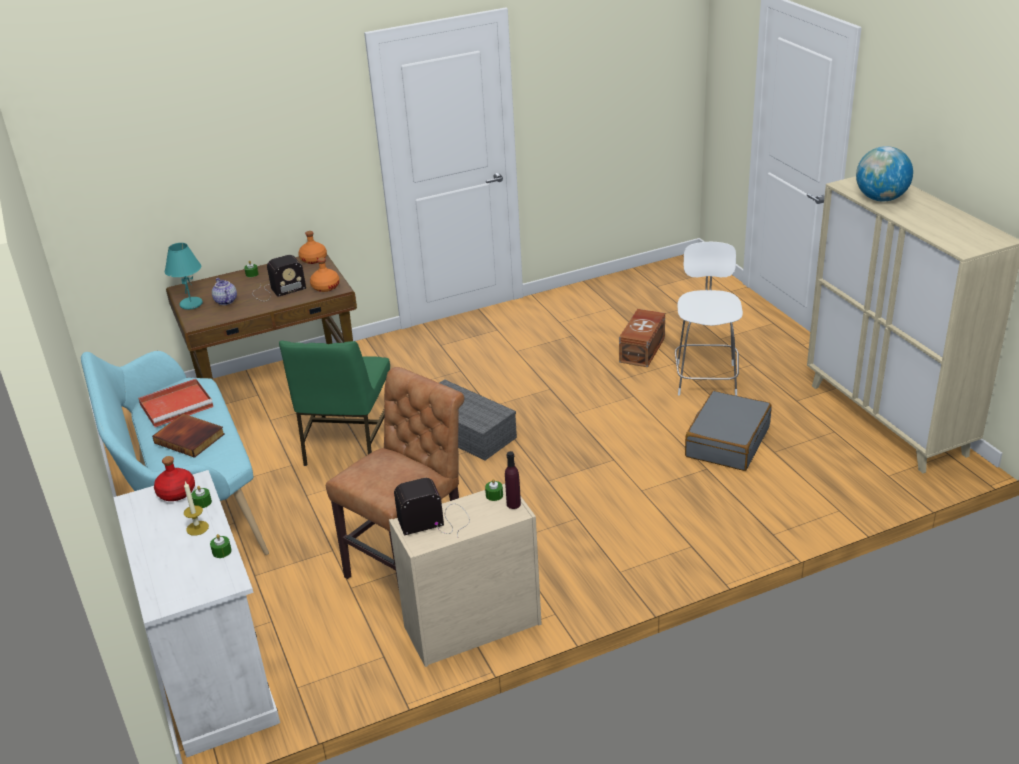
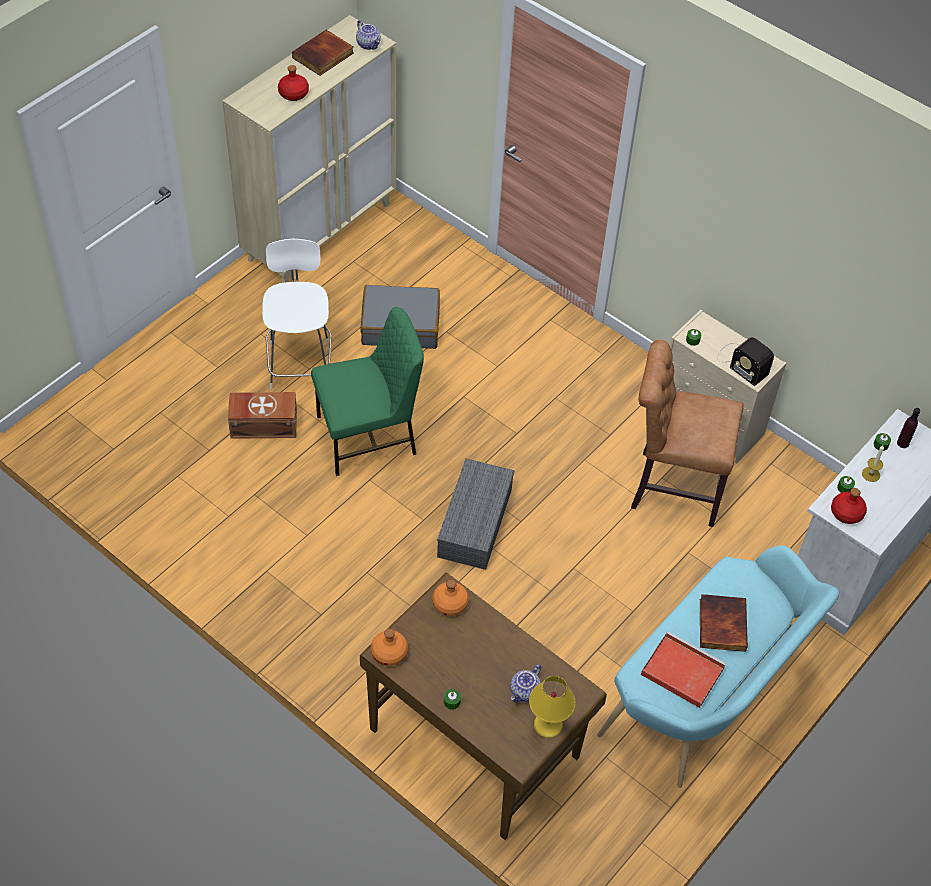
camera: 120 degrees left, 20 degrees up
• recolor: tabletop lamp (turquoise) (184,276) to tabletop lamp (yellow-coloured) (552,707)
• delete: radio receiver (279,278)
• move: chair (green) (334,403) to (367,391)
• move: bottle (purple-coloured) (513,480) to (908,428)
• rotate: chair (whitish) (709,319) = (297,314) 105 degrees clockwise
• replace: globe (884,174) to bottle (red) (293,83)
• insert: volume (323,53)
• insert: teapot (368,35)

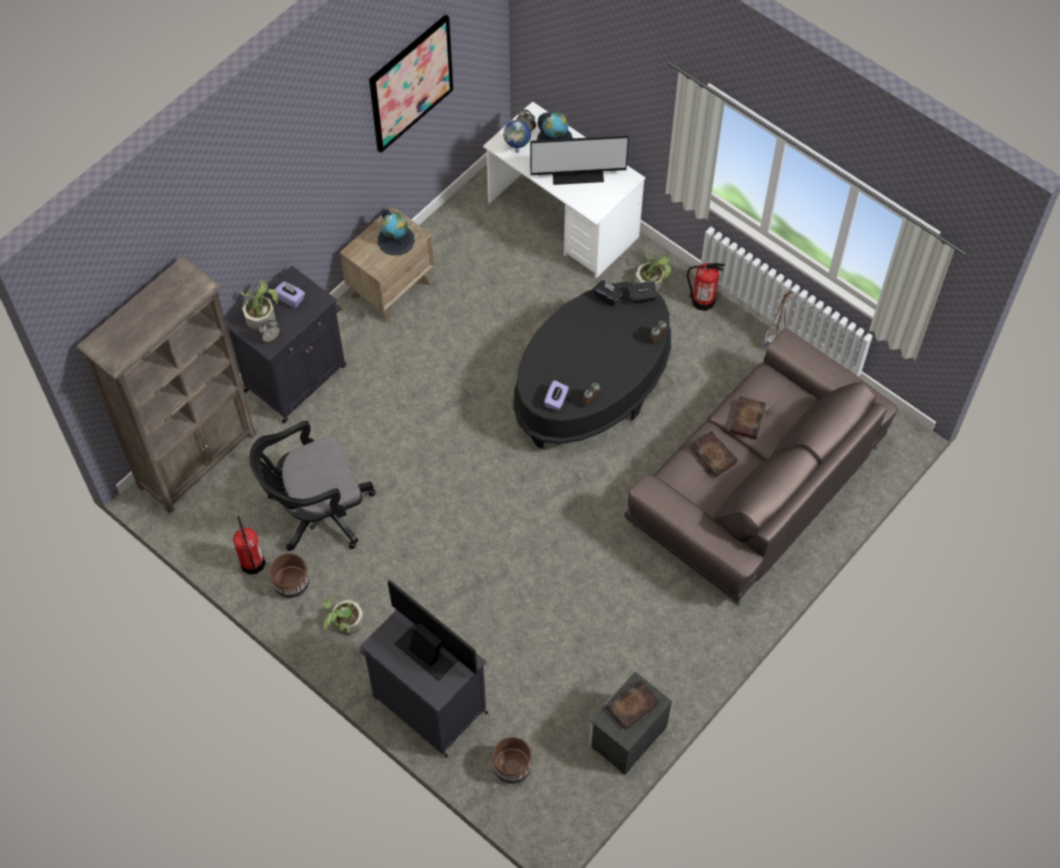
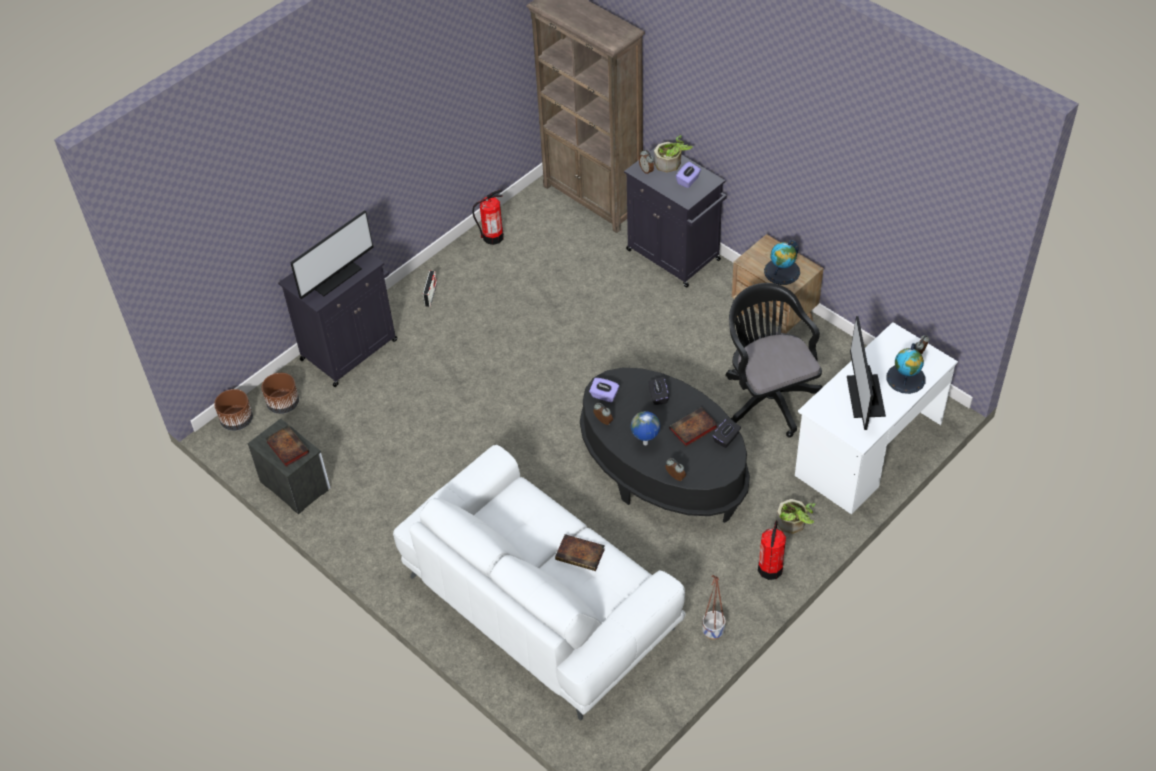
camera: 95 degrees right, 10 degrees down
• move: computer chair (black-coloured) (312,486) to (773,360)
• move: flower pot (brownish) (289,575) to (233,410)
• replace: plant in a pot (343,615) to radio receiver (429,289)
• delete: picture (411,83)
• move: globe (517,136) to (645,428)
• recolor: settee (brownish) (761,467) to settee (whitish) (539,583)
• move: tissue box (black-coloured) (642,292) to (658,390)
• move: volume (714,454) to (693,427)

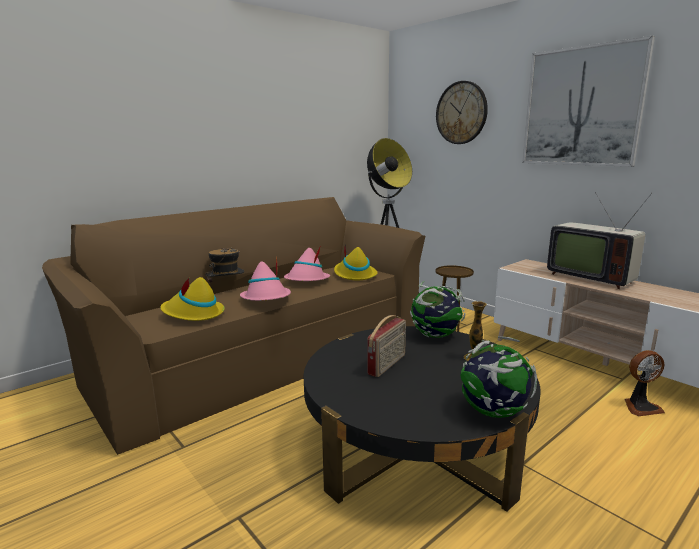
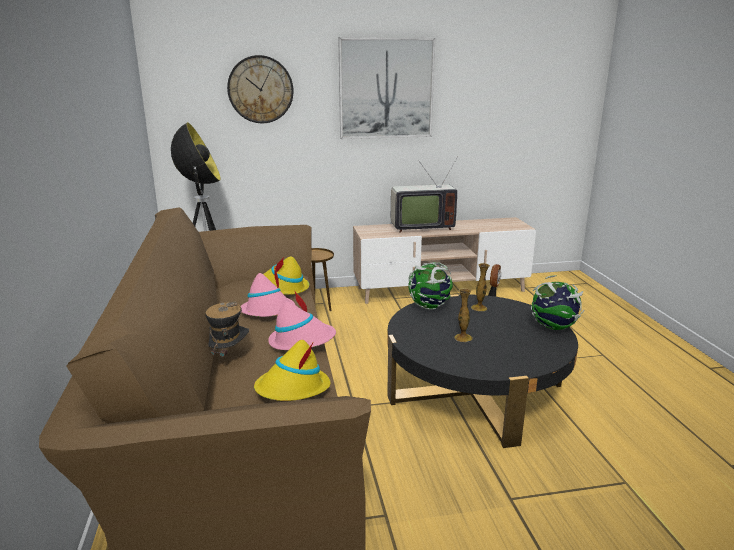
camera: 60 degrees left, 5 degrees up
• replace: radio receiver (386,346) to flower vase (463,315)

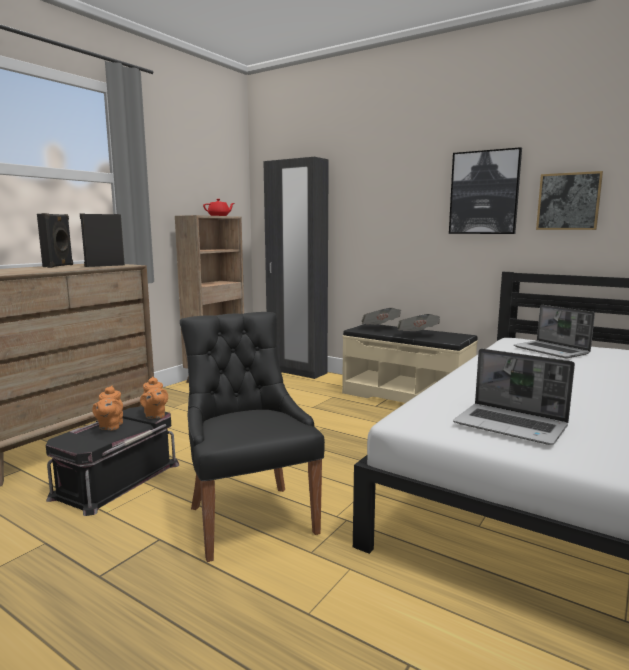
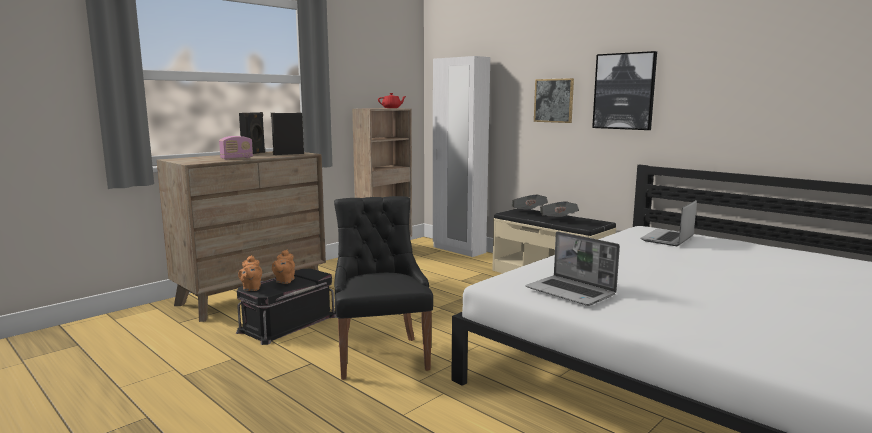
camera: 10 degrees right, 0 degrees up
• move: teapot (orangey) (154,398) to (250,273)
• recolor: wardrobe (black-coloured) (296,268) to wardrobe (whitish) (461,156)
• rotate: notebook computer (554,331) = (668,223) 60 degrees clockwise
• move: picture (569,200) to (554,100)
• insert: radio receiver (236,148)

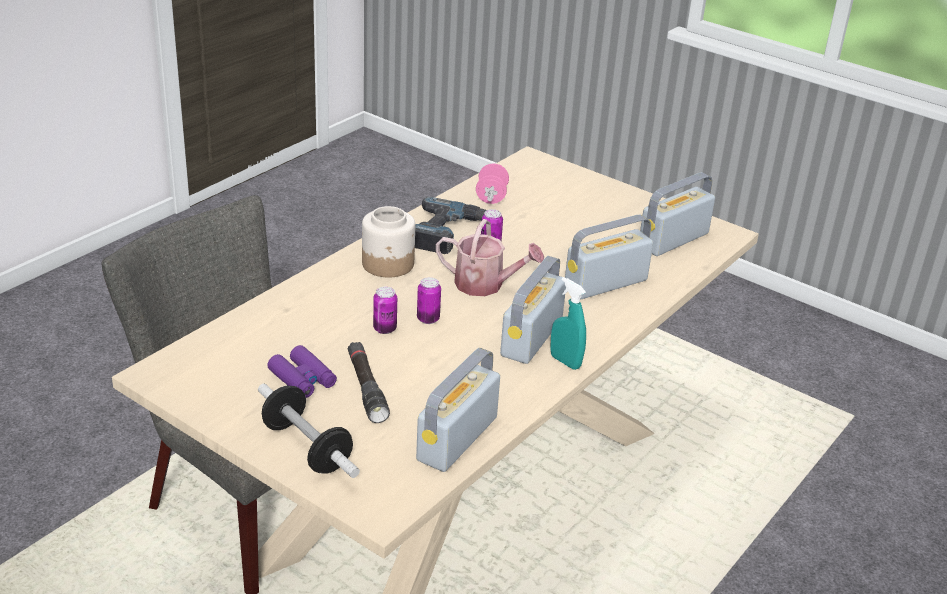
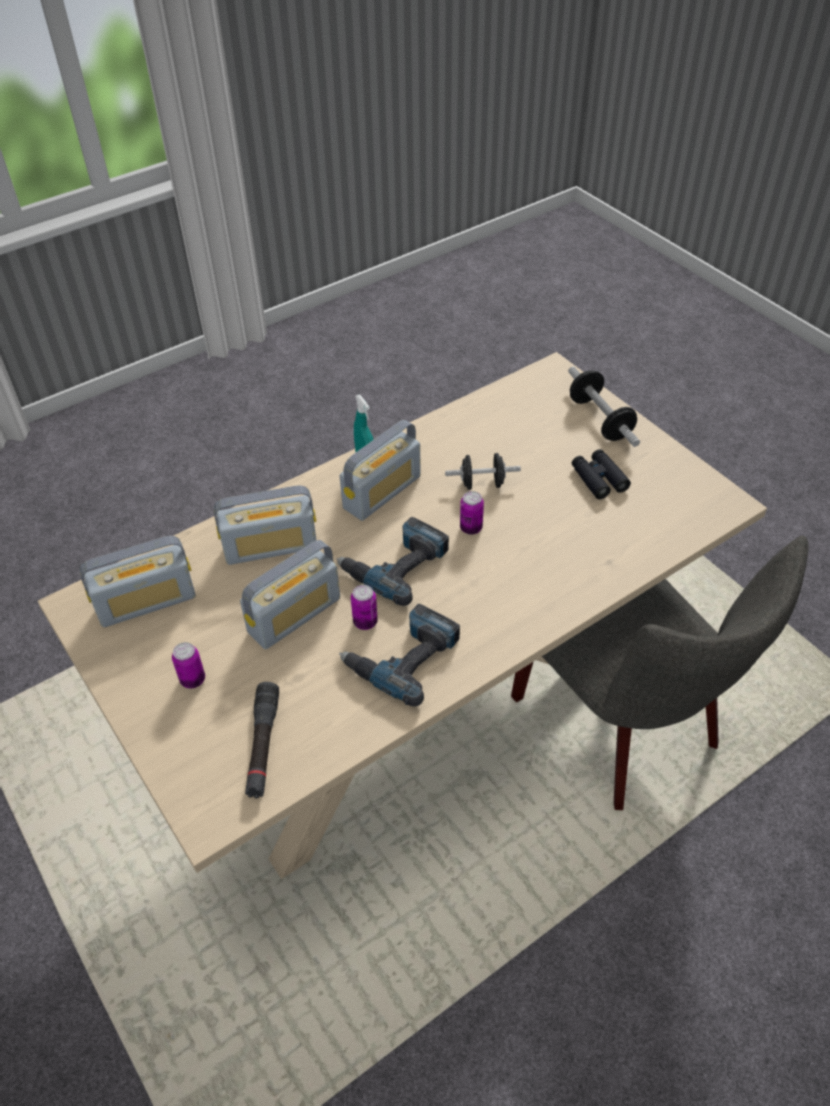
camera: 160 degrees left, 15 degrees up
• recolor: field glasses (purple-coloured) (302,371) to field glasses (black-coloured) (601,474)
• move: flashlight (black-coloured) (369,382) to (262,740)
• delete: storage jar (388,242)
• move: can (385,310) to (188,665)
• move: radio receiver (458,410) to (290,594)
• replace: watering pot (490,257) to power drill (392,561)
• delete: free weight (pink) (492,184)
• insert: free weight (black-coloured) (483,471)

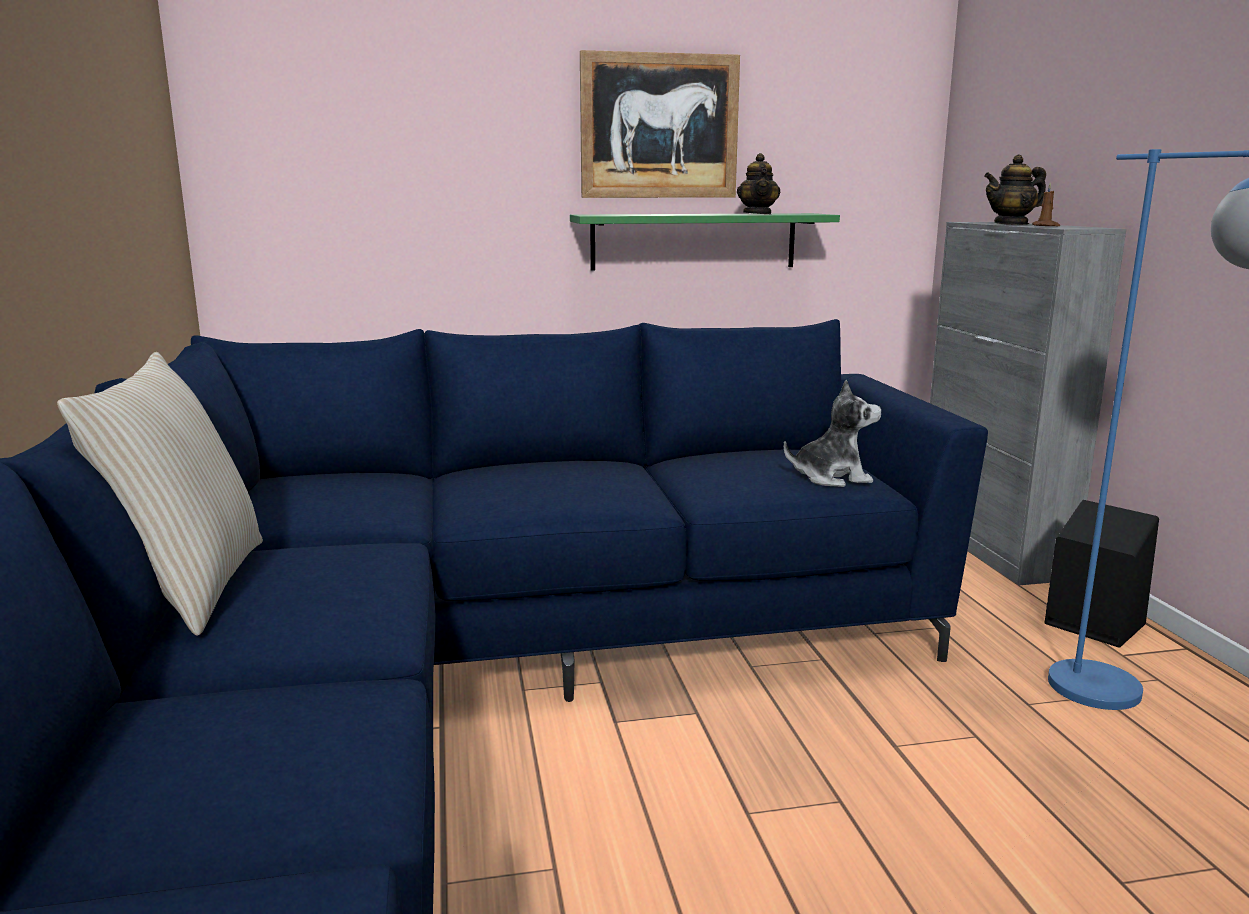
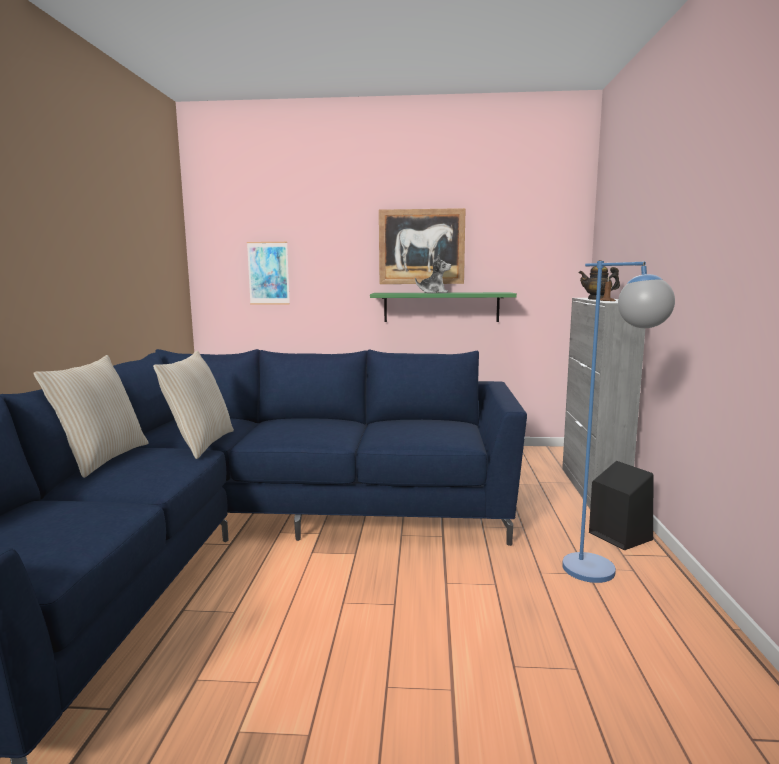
camera: 15 degrees right, 5 degrees down
• delete: teapot (758,183)
• move: plush toy (832,433) to (433,274)
• insert: throw pillow (beige-coloured) (193,405)
• insert: picture (268,273)

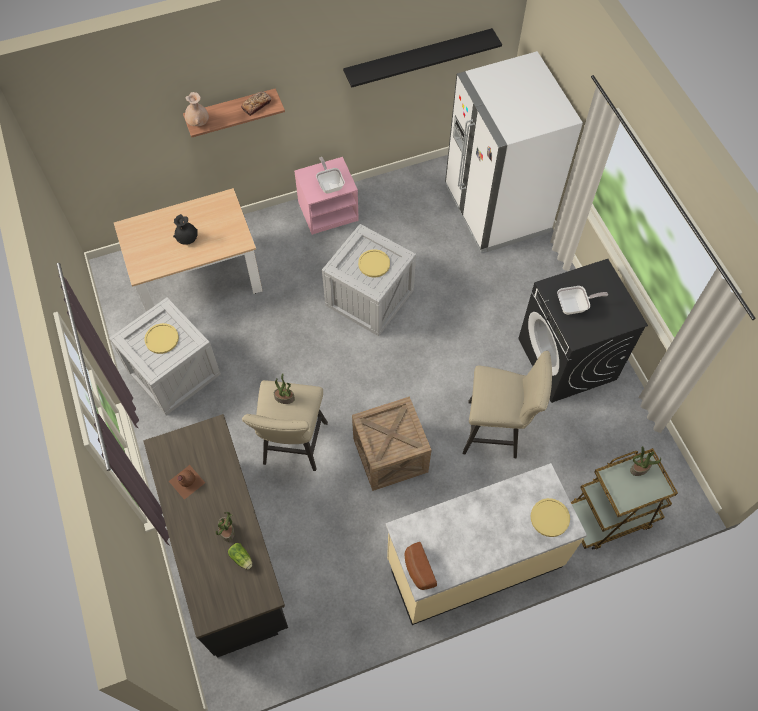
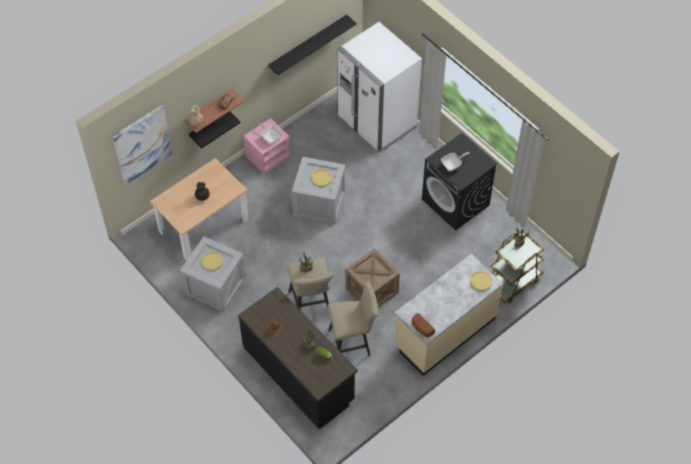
camera: 20 degrees left, 5 degrees down
• move: stool seat (beige-coloured) (507,404) to (352,318)
• insert: picture (142,145)
• insert: bracket shelf (black-coloured) (214,129)

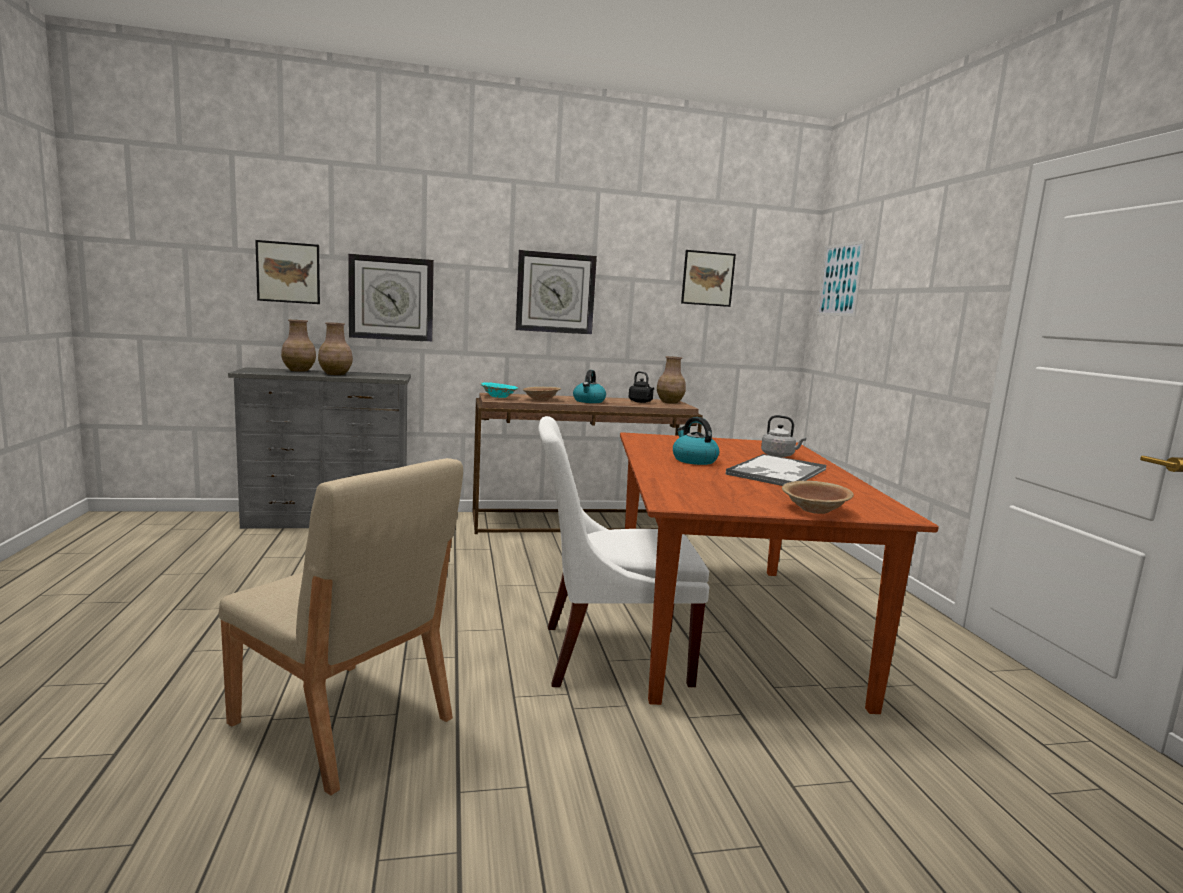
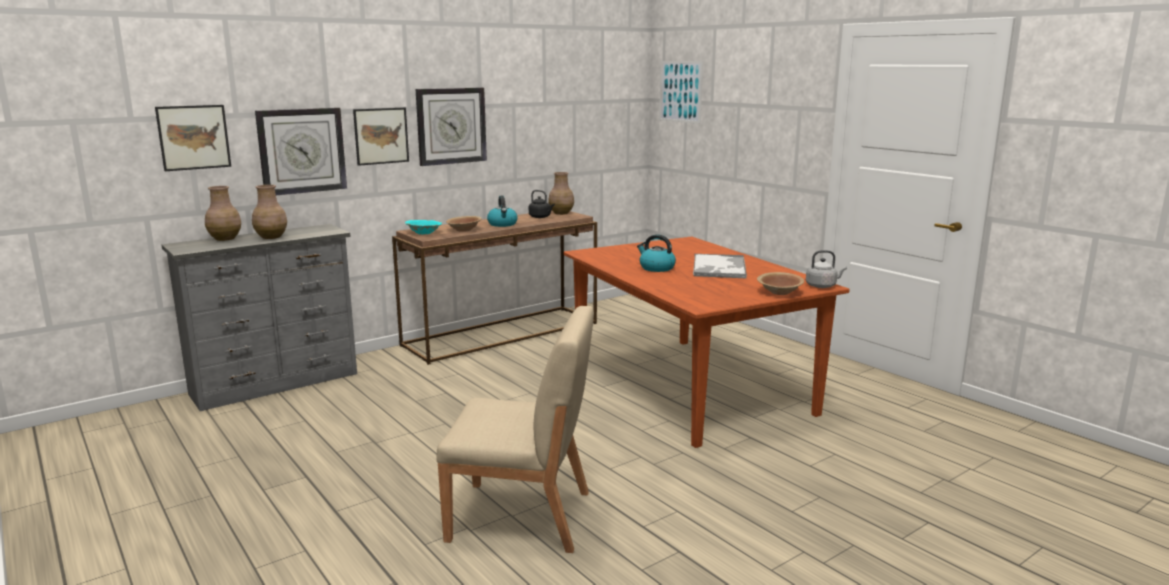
camera: 25 degrees left, 5 degrees up
• delete: chair (whitish) (624,551)
• move: picture (708,278) to (381,137)
• move: tea kettle (greyish) (783,436) to (826,269)

